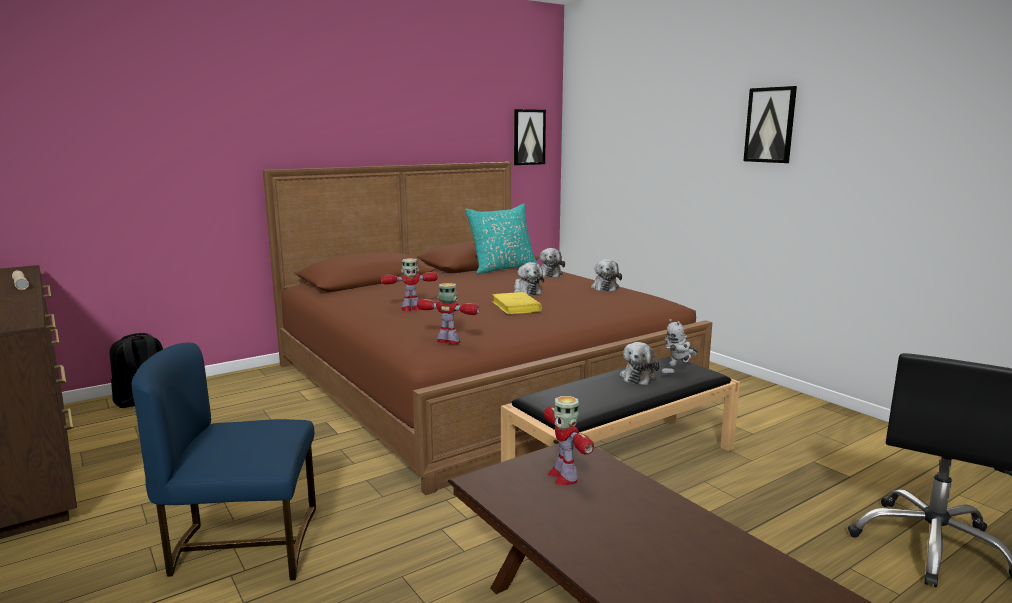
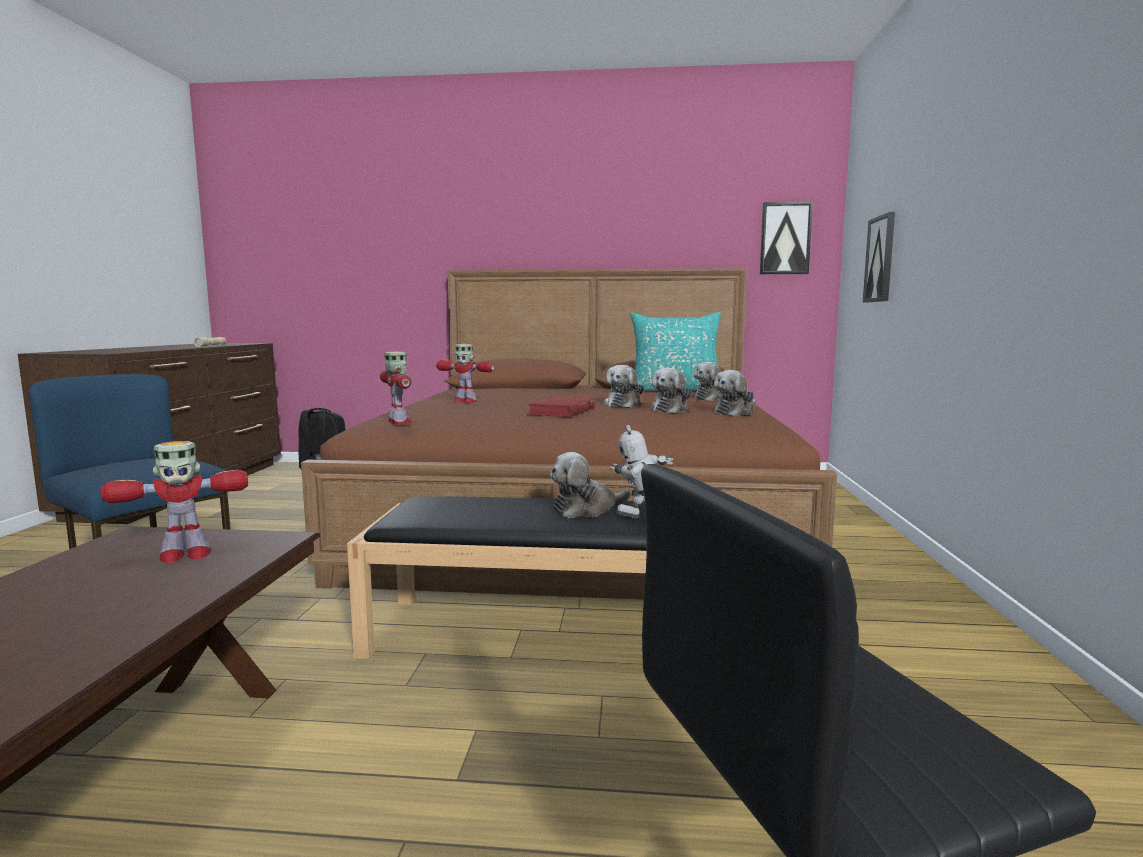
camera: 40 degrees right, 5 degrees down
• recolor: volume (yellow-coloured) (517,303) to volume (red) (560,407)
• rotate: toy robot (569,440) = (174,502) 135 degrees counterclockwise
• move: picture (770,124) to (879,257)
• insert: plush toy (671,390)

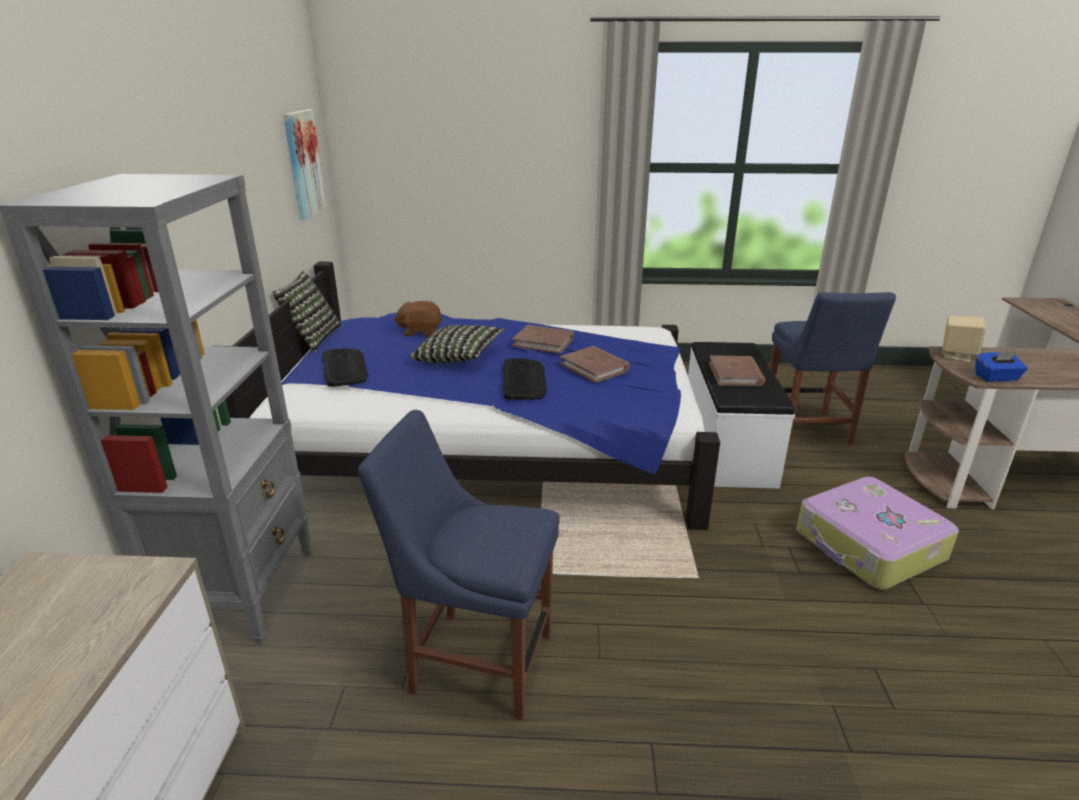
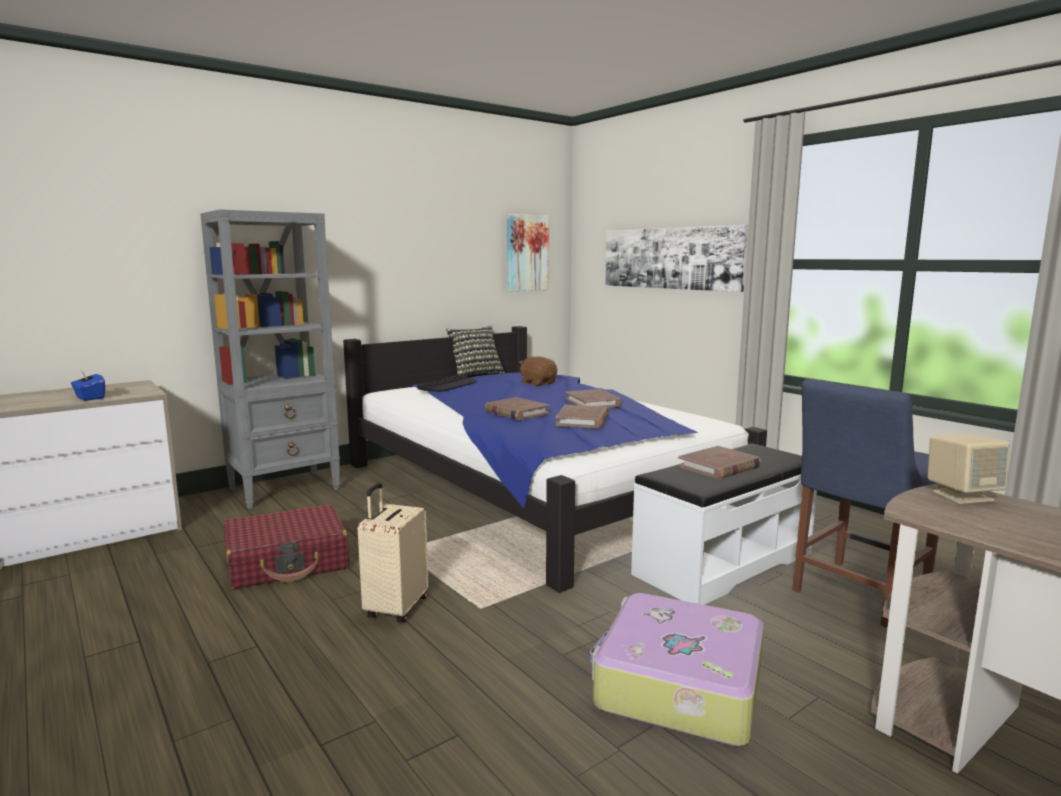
camera: 50 degrees right, 15 degrees down
• replace: chair (bluish) (459,565) to piece of luggage (red) (287,546)
• delete: throw pillow (457,344)
• replace: PC keyboard (525,379) to volume (brownish) (517,408)
• move: tissue box (bluish) (1001,367) to (88,385)
• insert: piece of luggage (beige-coloured) (393,552)
• insert: picture (676,258)

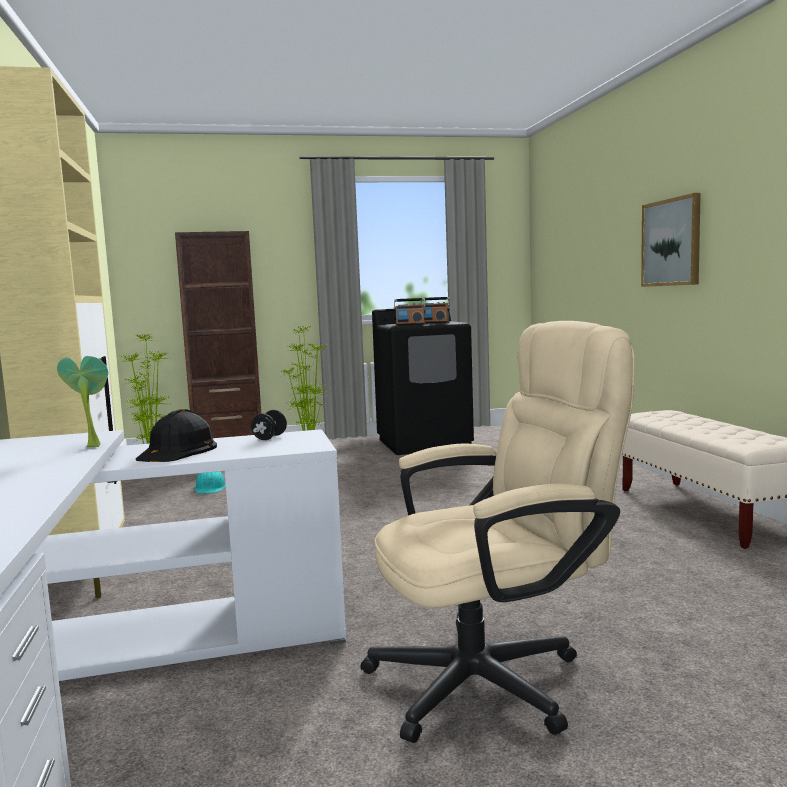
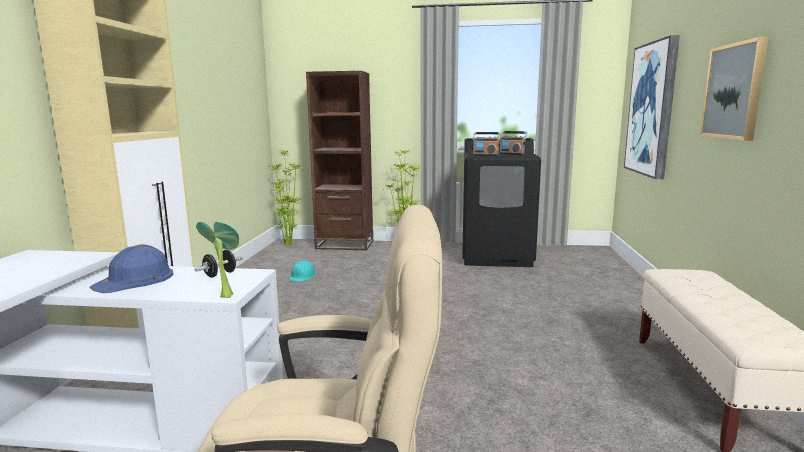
camera: 20 degrees right, 5 degrees up
• move: plant in a pot (82,401) to (217,259)
• recolor: safety helmet (black-coloured) (176,435) to safety helmet (bluish) (132,268)
• insert: picture (652,107)

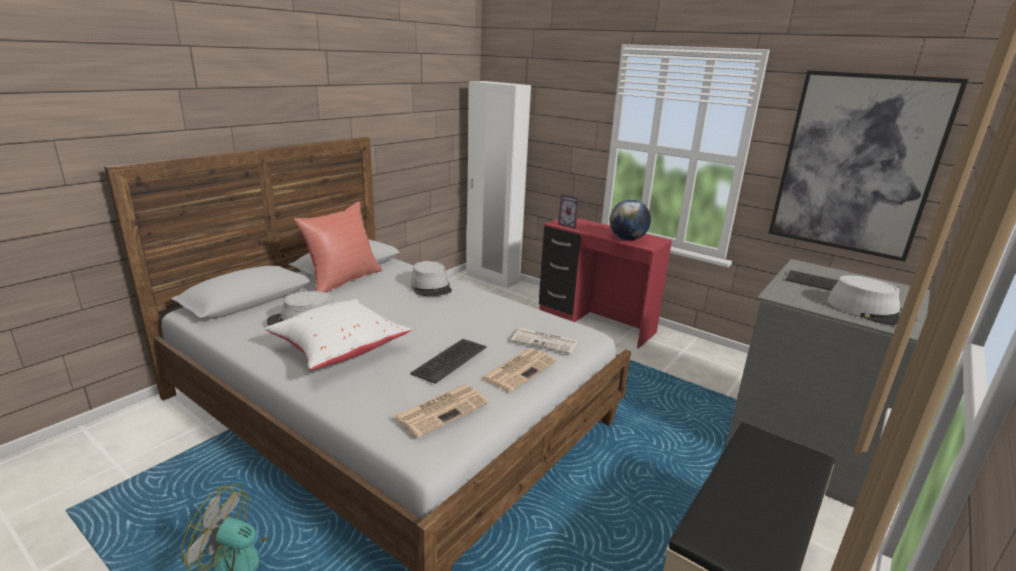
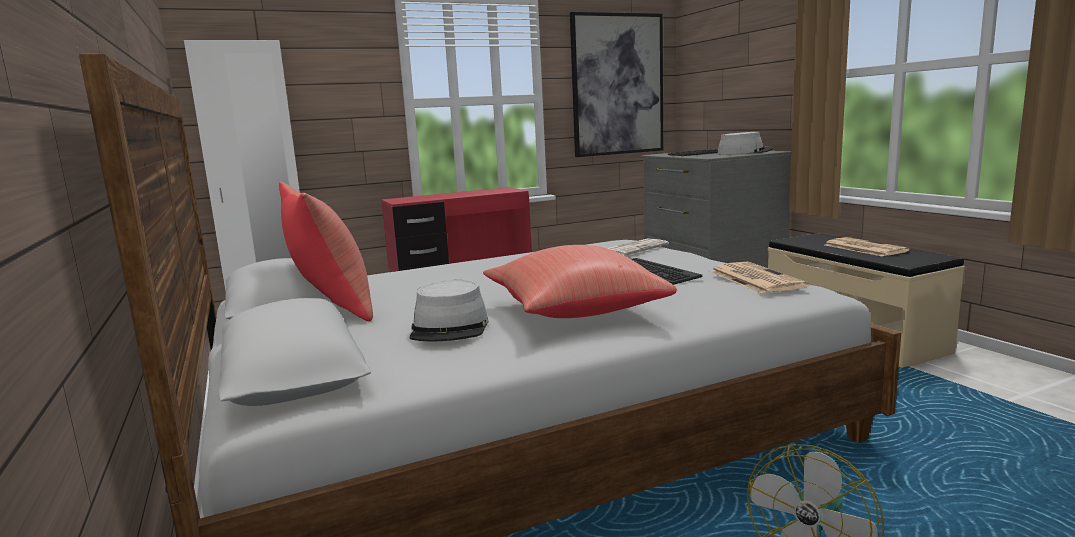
camera: 60 degrees left, 10 degrees down
• recolor: throw pillow (whitish) (338,334) to throw pillow (red) (580,281)
• delete: clothing hat (greyish) (431,278)
• move: newspaper (519,370) to (867,247)
• delete: picture frame (568,211)
• delete: globe (630,220)

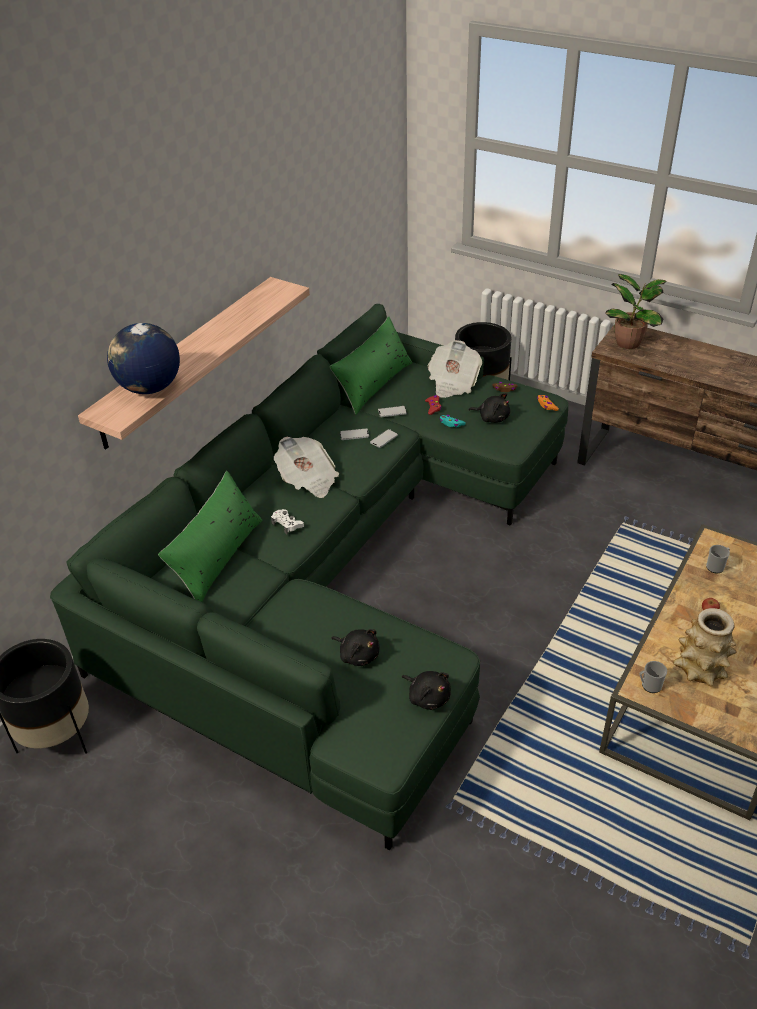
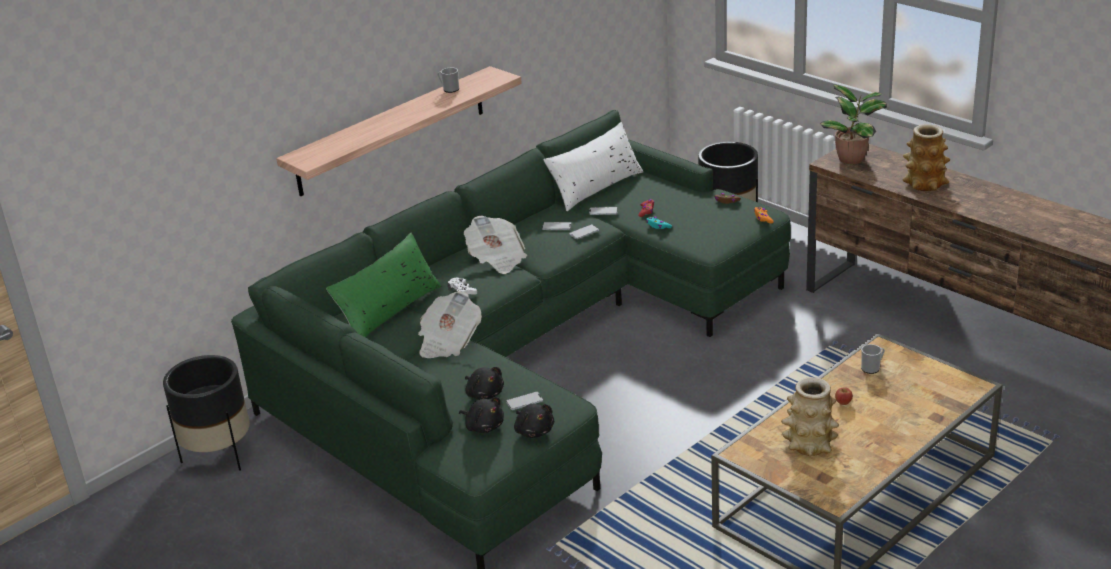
camera: 15 degrees right, 10 degrees down
• delete: globe (143,358)
• recolor: throw pillow (green) (371,366) to throw pillow (whitish) (593,166)
• move: newspaper (455,369) to (450,324)
• move: plush toy (black-coloured) (489,408) to (481,415)
• move: coffee mug (653,677) to (448,80)
• insert: phone (524,401)
• insert: flower vase (926,157)

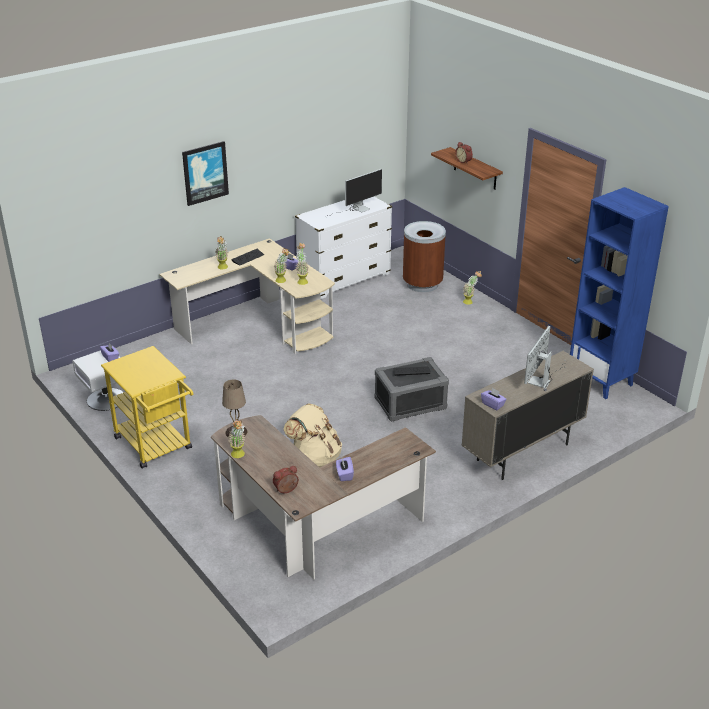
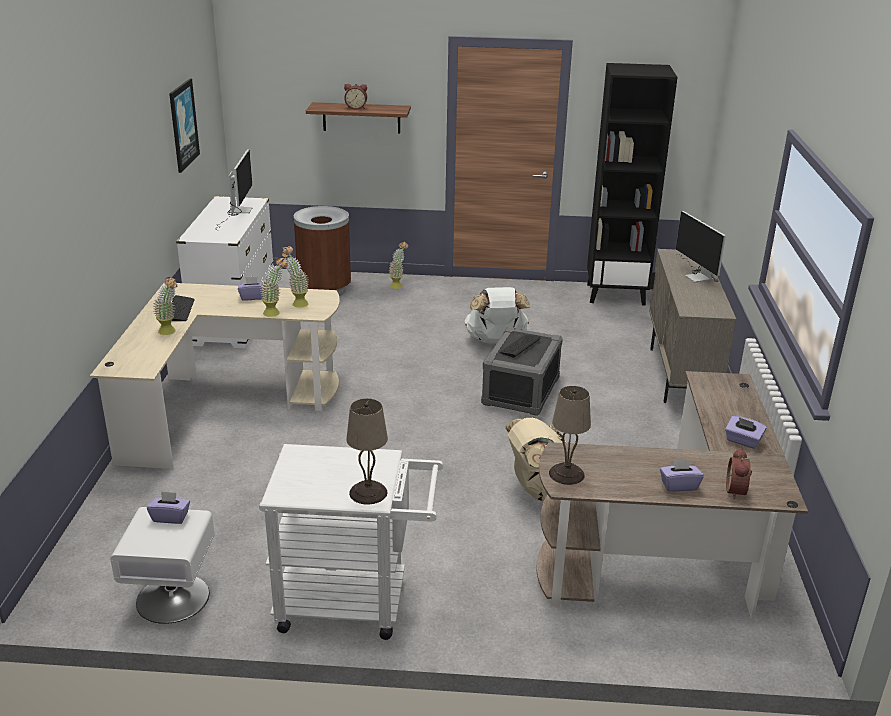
camera: 50 degrees left, 5 degrees down
• recolor: cart (yellow-coloured) (147,407) to cart (whitish) (351,542)
• move: picture (205,173) to (184,126)
• delete: plant in a pot (236,438)
• move: tissue box (purple-coloured) (494,398) to (682,475)
• recolor: bookshelf (bluish) (619,293) to bookshelf (black-coloured) (632,184)
• insert: tabletop lamp (beige-coloured) (367,451)
• insert: knapsack (whitish) (497,315)

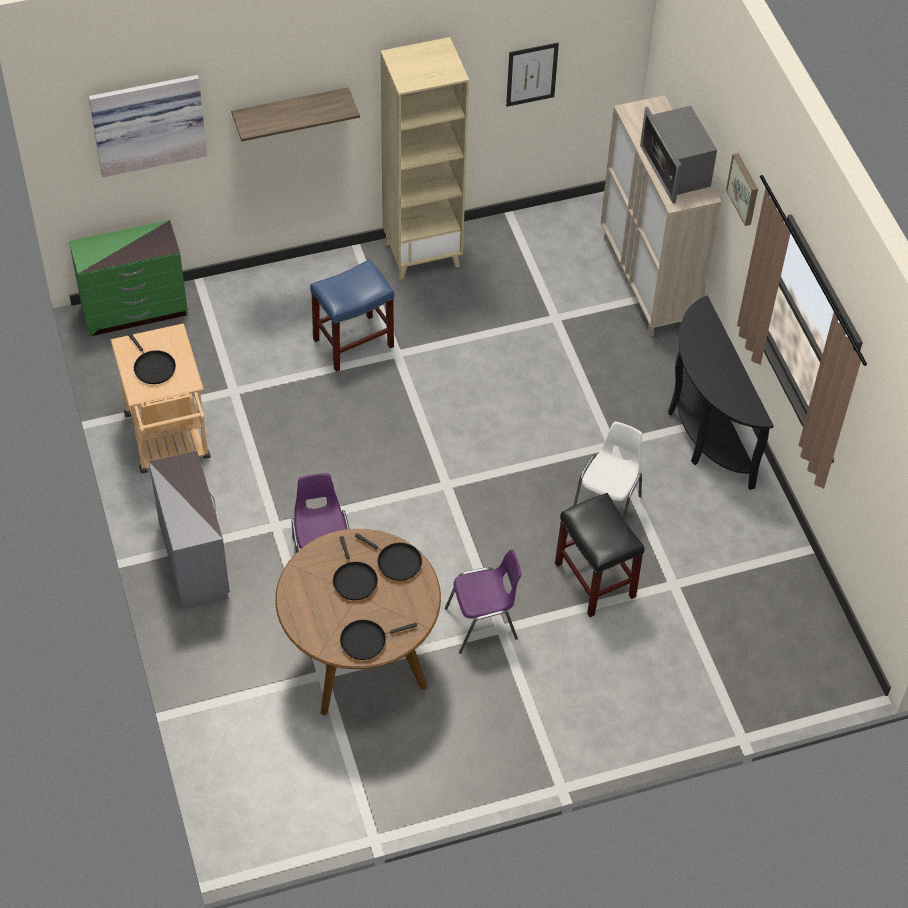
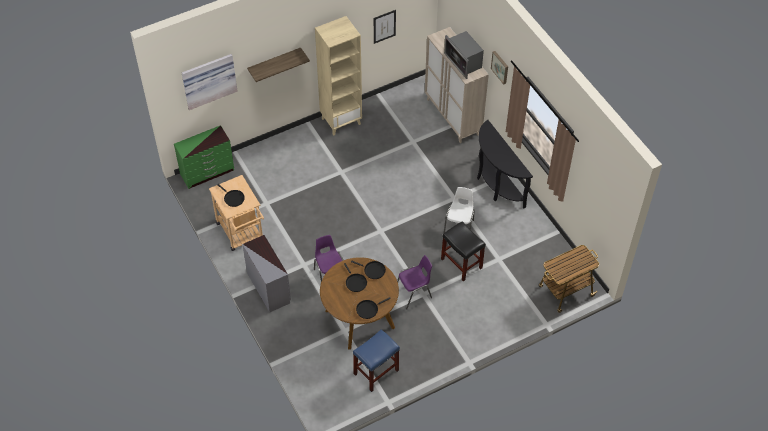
camera: 10 degrees left, 0 degrees up
• move: stool seat (bluish) (352,315) to (376,360)
• insert: cart (569,279)

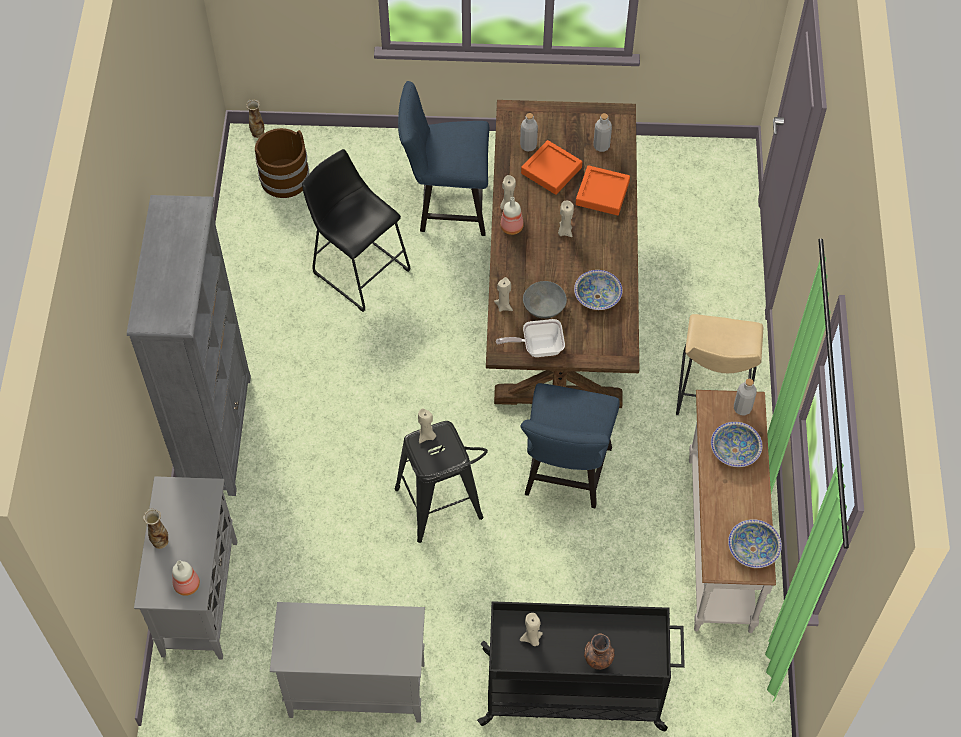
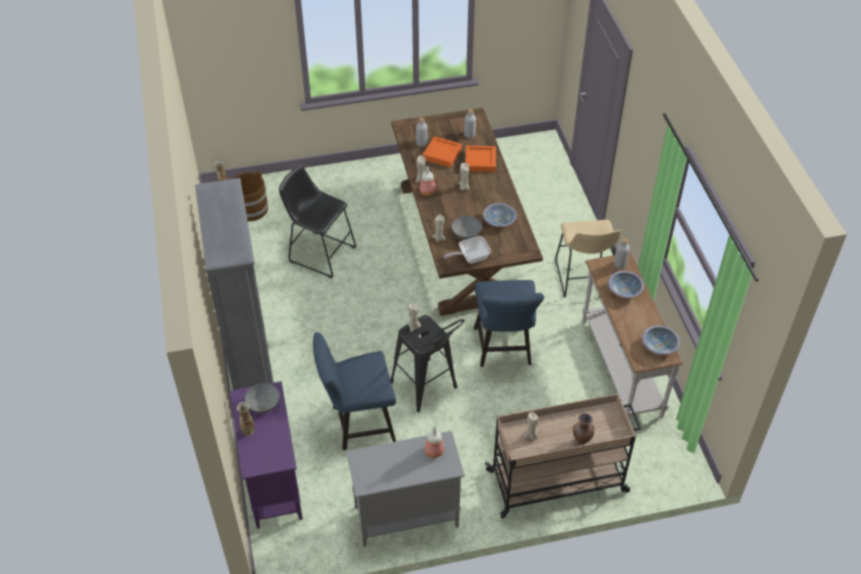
camera: 15 degrees left, 10 degrees down
• recolor: cabinet (greyish) (185,567) to cabinet (purple-coloured) (266,455)
• move: bottle (186,578) to (434,442)
• move: chair (bluish) (443,158) to (354,391)
• recolor: cart (black-coloured) (581,666) to cart (beige-coloured) (563,456)
• insert: bowl (greyish) (262,398)

